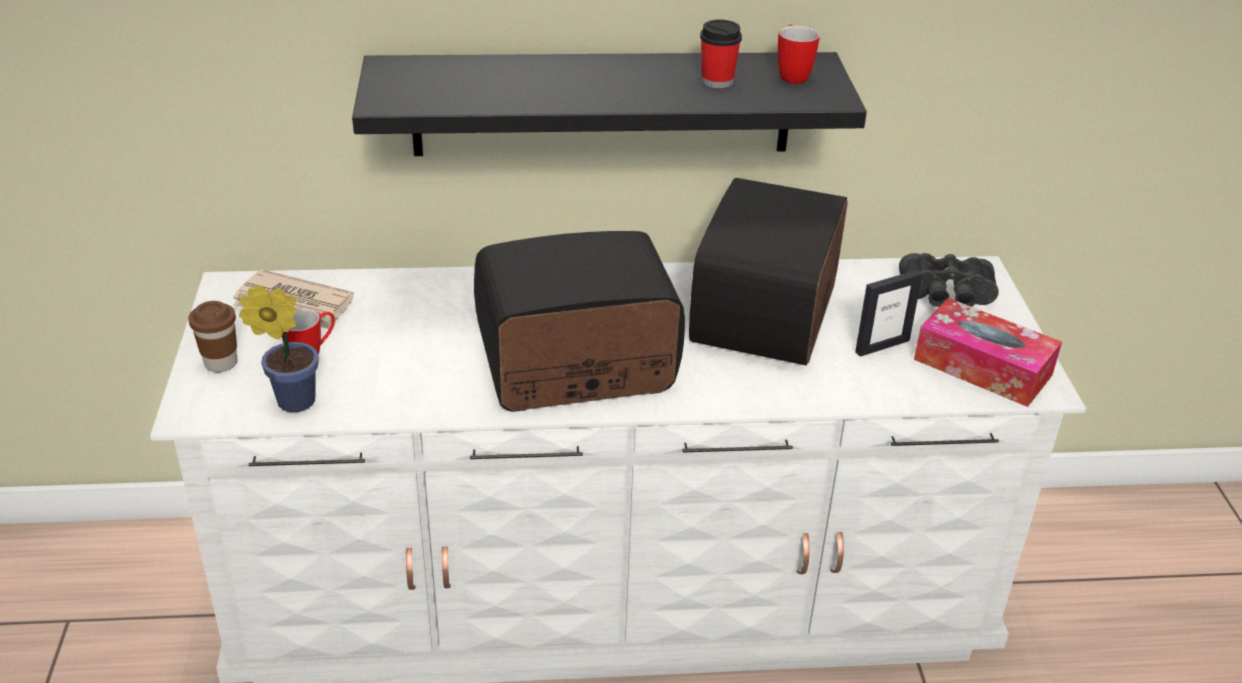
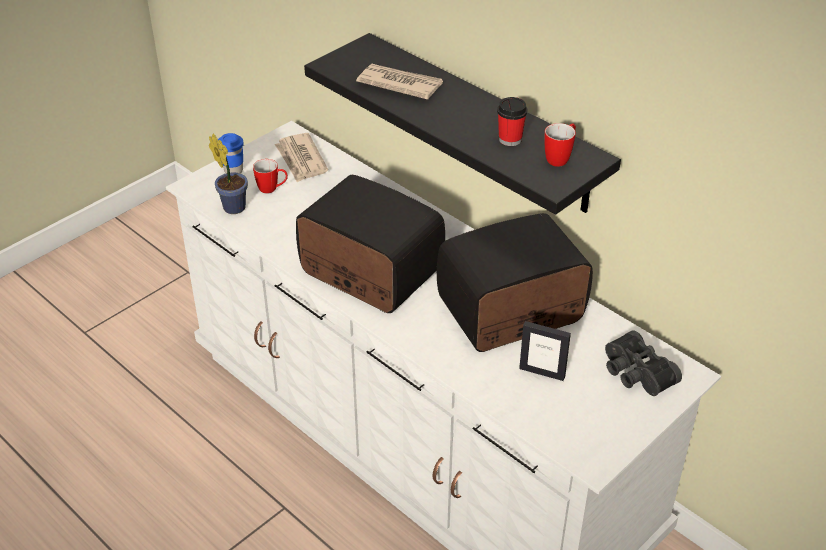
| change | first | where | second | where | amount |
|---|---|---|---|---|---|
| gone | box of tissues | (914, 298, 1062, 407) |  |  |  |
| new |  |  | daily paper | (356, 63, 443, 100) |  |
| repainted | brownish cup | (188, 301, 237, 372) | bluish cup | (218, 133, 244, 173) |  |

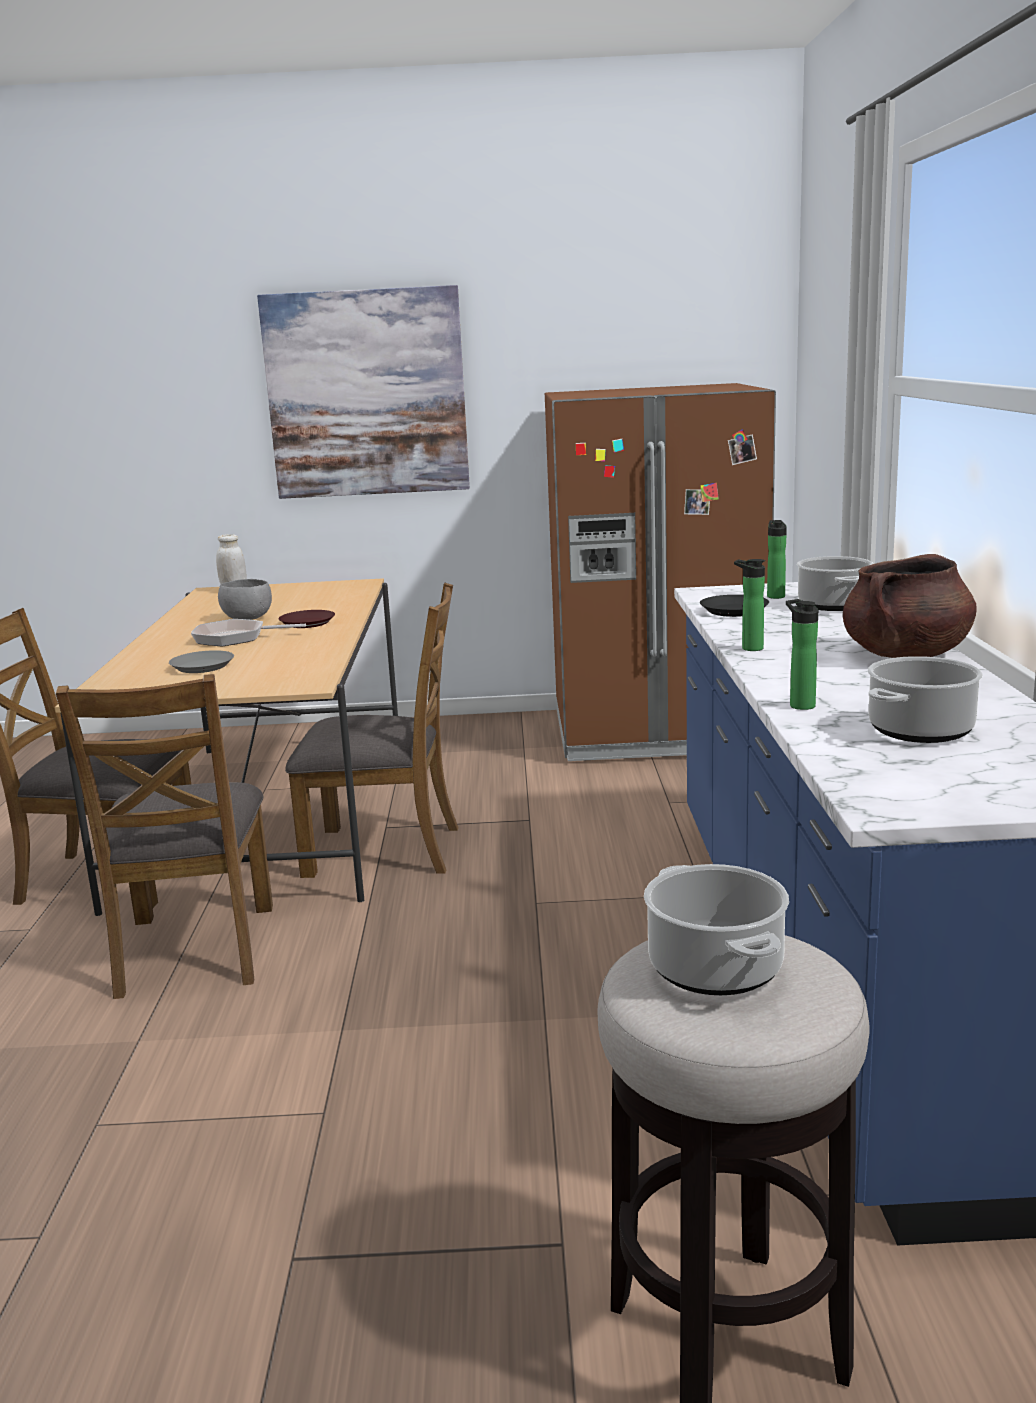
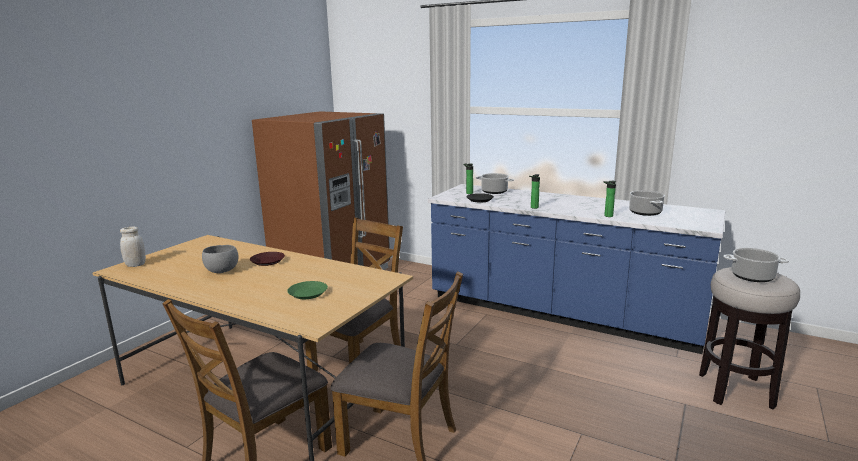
| change | first | where | second | where | amount |
|---|---|---|---|---|---|
| gone | frying pan | (191, 619, 306, 646) |  |  |  |
| gone | wall picture | (257, 285, 470, 499) |  |  |  |
| gone | brownish stockpot | (843, 554, 977, 658) |  |  |  |
| repainted | gray plate | (169, 650, 234, 673) | greenish plate | (287, 281, 328, 299) |  |

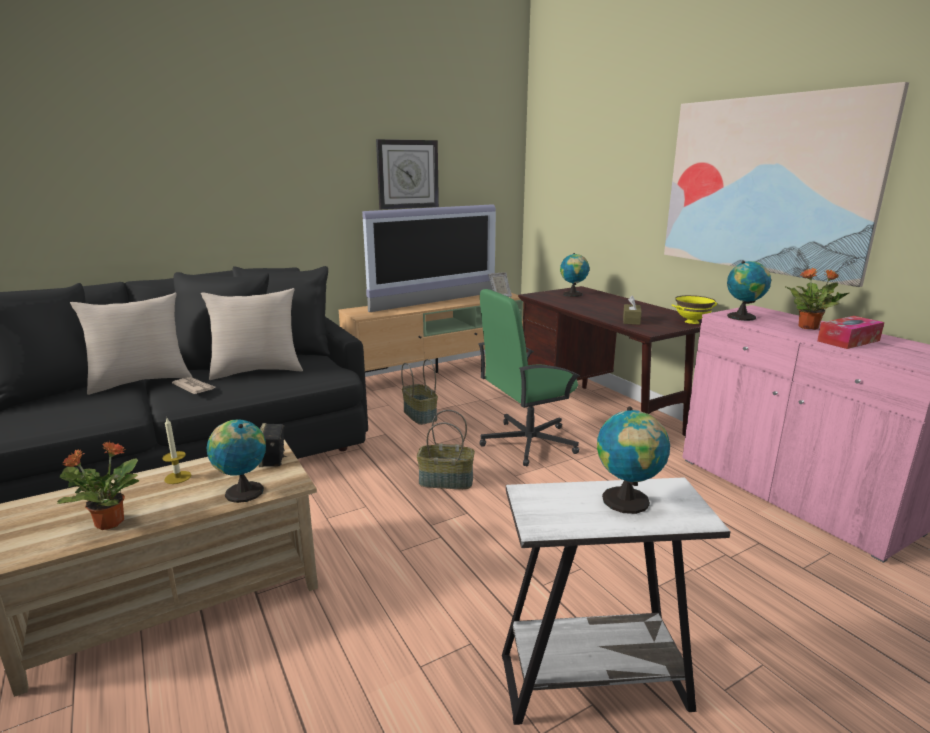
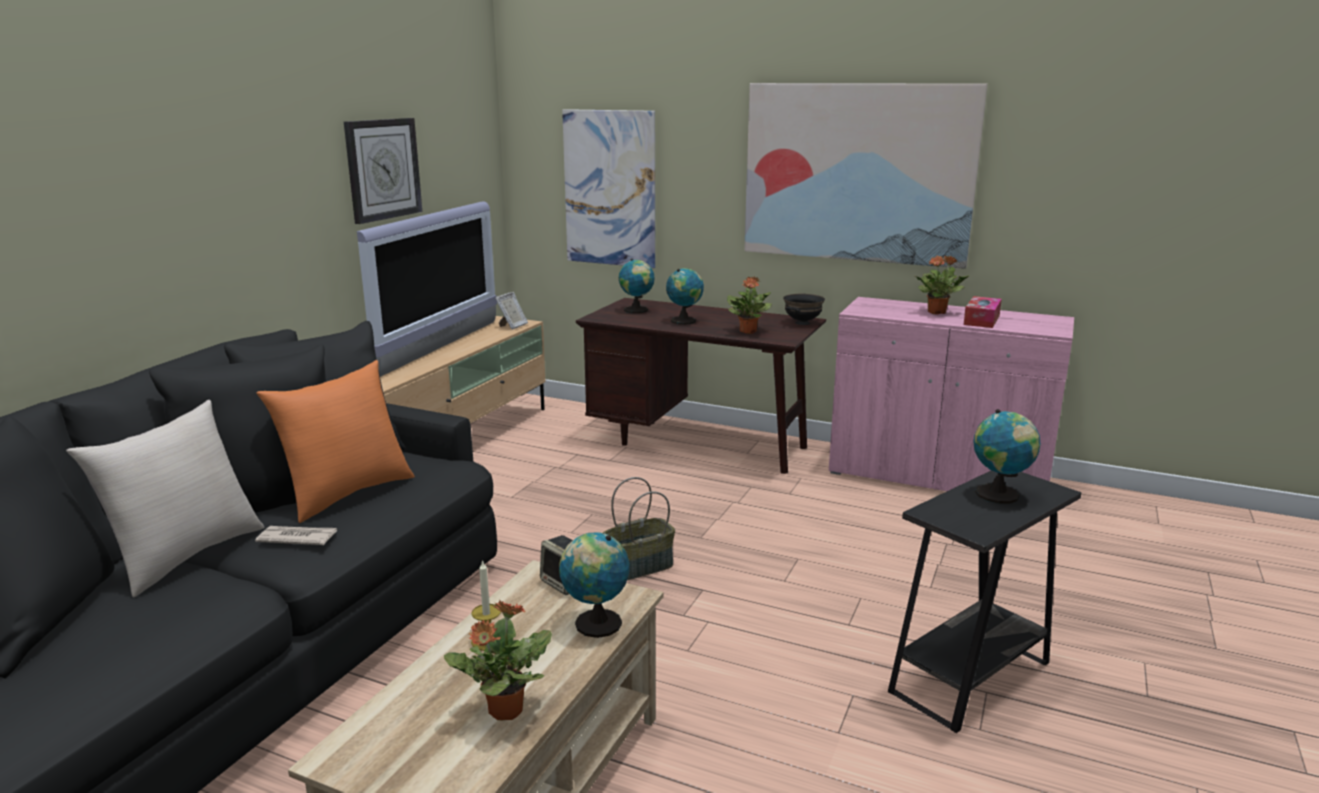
| change | first | where | second | where | amount |
|---|---|---|---|---|---|
| gone | household basket | (401, 359, 438, 425) |  |  |  |
| gone | greenish desk chair | (479, 289, 580, 467) |  |  |  |
| new |  |  | wall picture | (562, 109, 655, 268) |  |
| shifted | world globe | (727, 261, 771, 321) |  | (666, 268, 704, 325) |  |
| swapped | brownish box of tissues | (623, 295, 642, 325) | potted plant | (727, 276, 772, 334) |  |
| repainted | sand-coloured throw pillow | (201, 288, 303, 380) | orangey throw pillow | (256, 360, 415, 523) |  |
| repainted | white end table | (502, 478, 731, 725) | black end table | (888, 470, 1081, 733) |  |
| repainted | yellow bowl | (672, 295, 717, 324) | black bowl | (783, 294, 825, 325) |  |

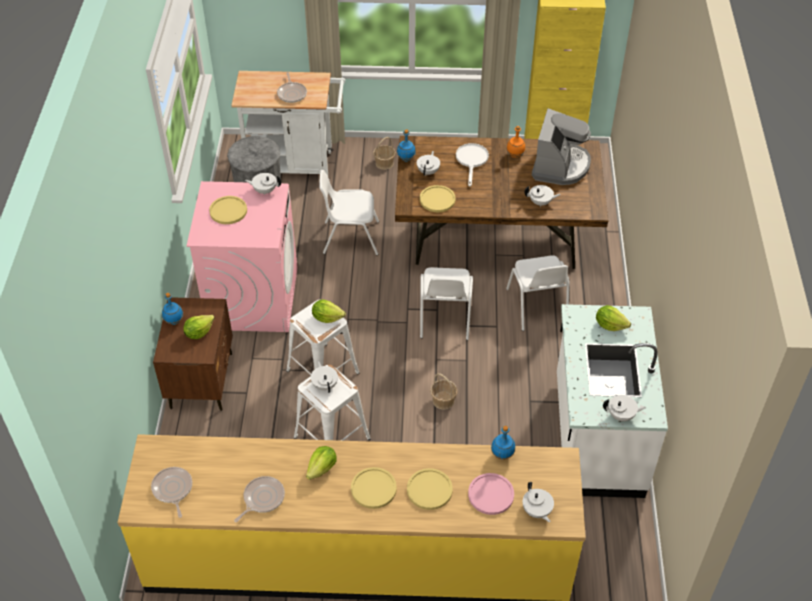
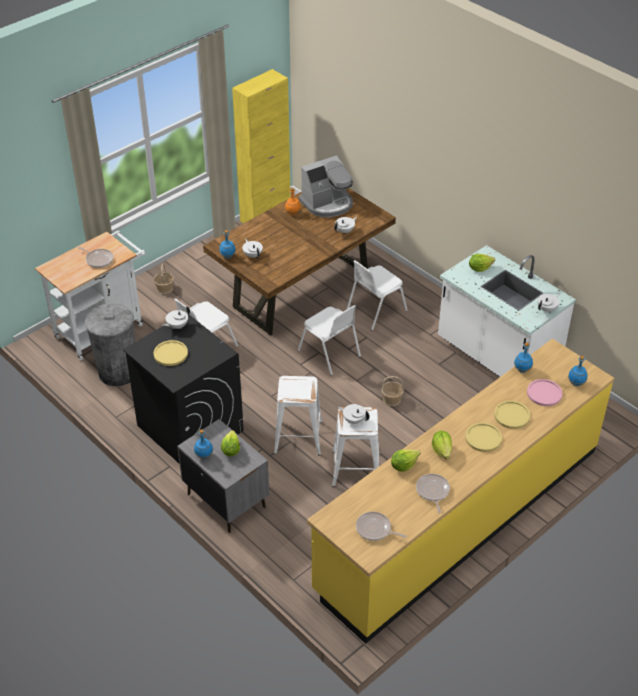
| change | first | where | second | where | amount |
|---|---|---|---|---|---|
| gone | yellow plate | (420, 185, 456, 212) |  |  |  |
| gone | white frying pan | (456, 143, 489, 187) |  |  |  |
| shifted | lettuce head | (312, 299, 346, 323) |  | (391, 449, 420, 472) |  |
| swapped | white teapot | (523, 482, 554, 522) | bluish beverage bottle | (568, 356, 588, 386) |  |
| repainted | brownish nightstand | (153, 297, 233, 411) | gray nightstand | (177, 419, 269, 533) |  |
| repainted | pinkish washing machine | (187, 181, 298, 332) | black washing machine | (123, 315, 244, 464) |  |
| rotated | white chair | (506, 255, 570, 331) |  | (346, 260, 407, 331) | 105 degrees clockwise |
| rotated | coffee maker | (532, 108, 591, 185) |  | (299, 155, 353, 217) | 90 degrees clockwise |

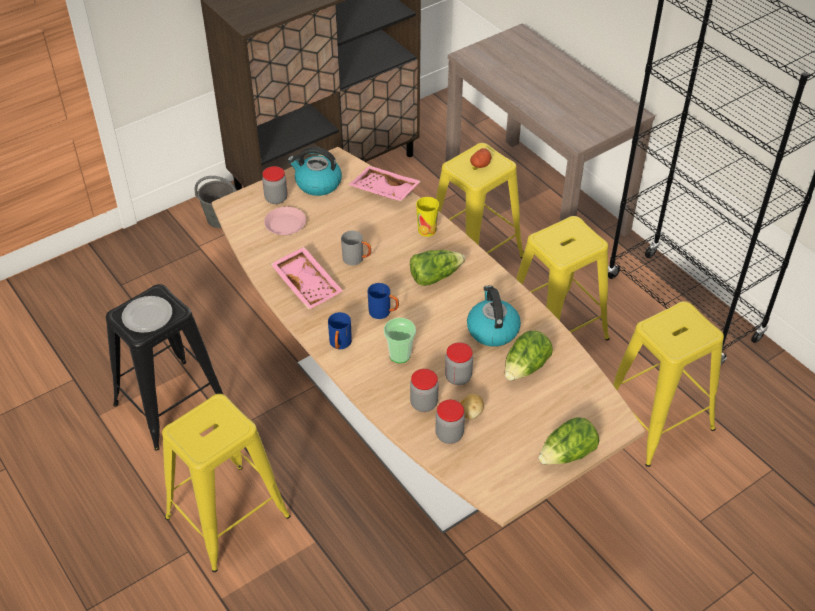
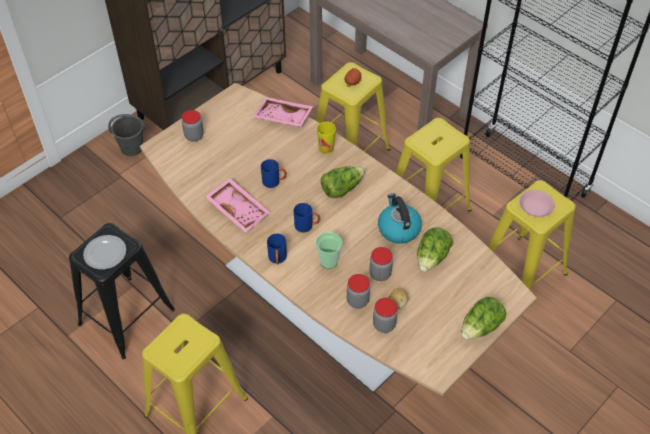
| change | first | where | second | where | amount |
|---|---|---|---|---|---|
| gone | kettle | (288, 147, 342, 196) |  |  |  |
| shifted | pinkish plate | (264, 207, 306, 235) |  | (519, 190, 555, 217) |  |
| repainted | gray tea mug | (341, 231, 371, 265) | bluish tea mug | (261, 159, 287, 188) |  |

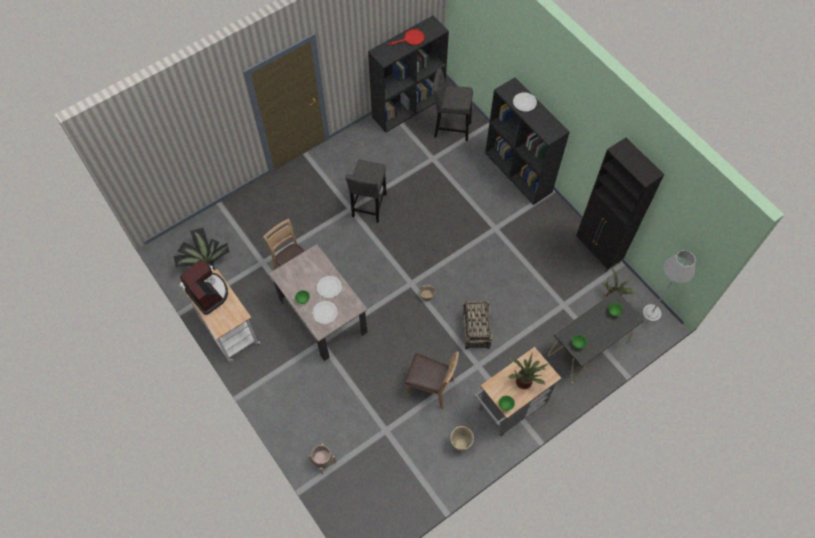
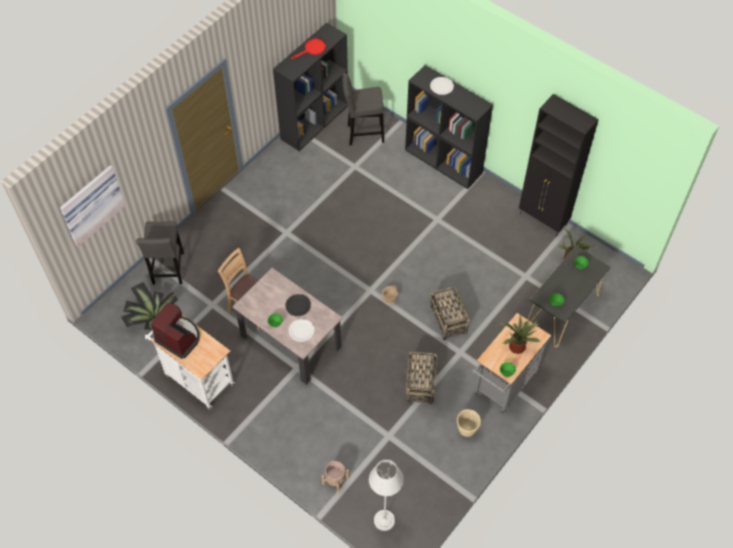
| change | first | where | second | where | amount |
|---|---|---|---|---|---|
| new |  |  | wall picture | (60, 165, 125, 247) |  |
| shifted | gray stool | (345, 159, 387, 223) |  | (136, 221, 184, 285) |  |
| shifted | gray standing lamp | (643, 250, 696, 322) |  | (369, 460, 404, 531) |  |
| swapped | brownish chair | (404, 351, 459, 409) | household basket | (405, 351, 437, 405) |  |
| repainted | white plate | (317, 276, 342, 298) | black plate | (285, 294, 311, 316) |  |

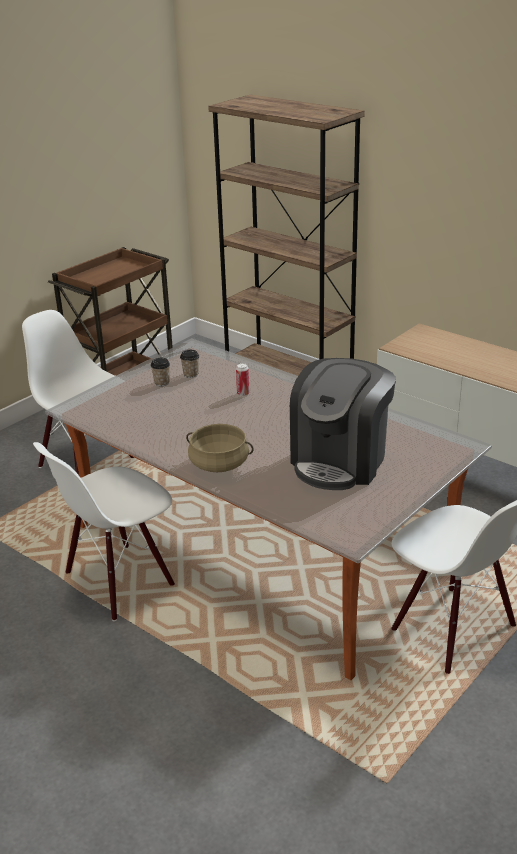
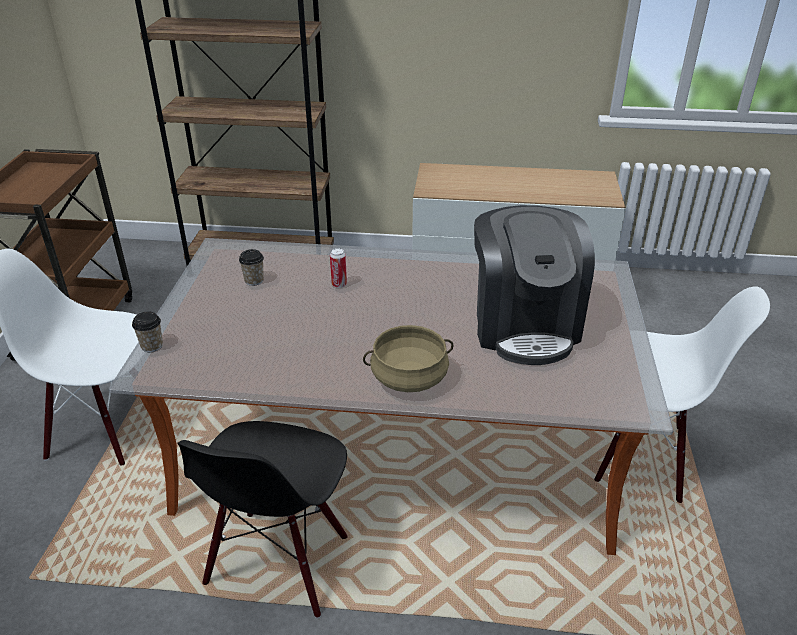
| change | first | where | second | where | amount |
|---|---|---|---|---|---|
| shifted | cup | (151, 358, 170, 387) |  | (132, 312, 163, 352) |  |
| repainted | white chair | (33, 442, 175, 621) | black chair | (177, 421, 348, 618) |  |

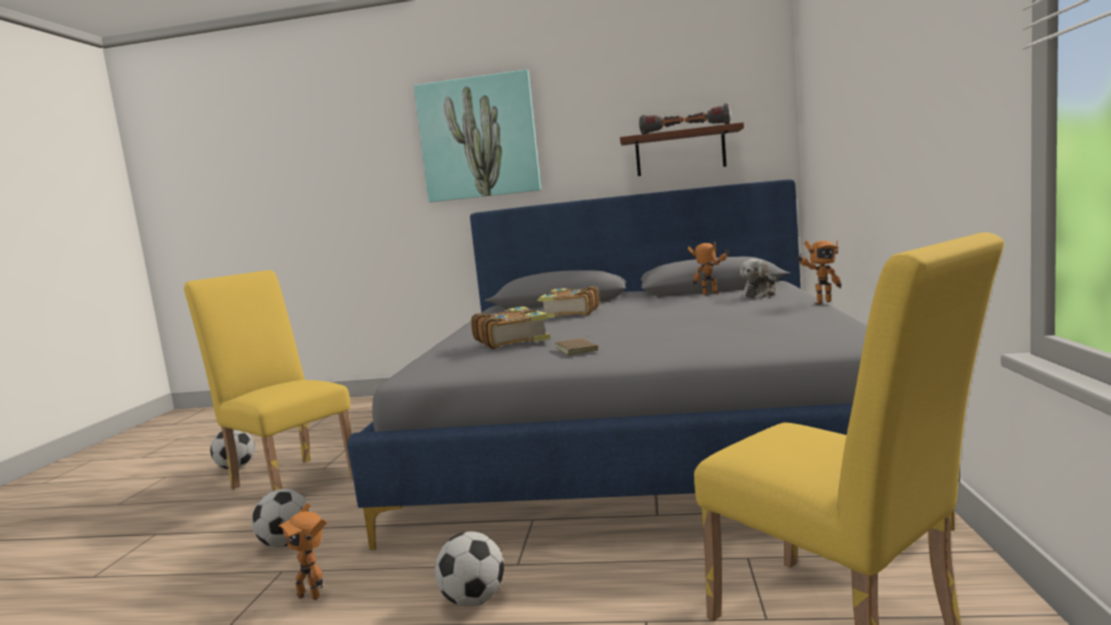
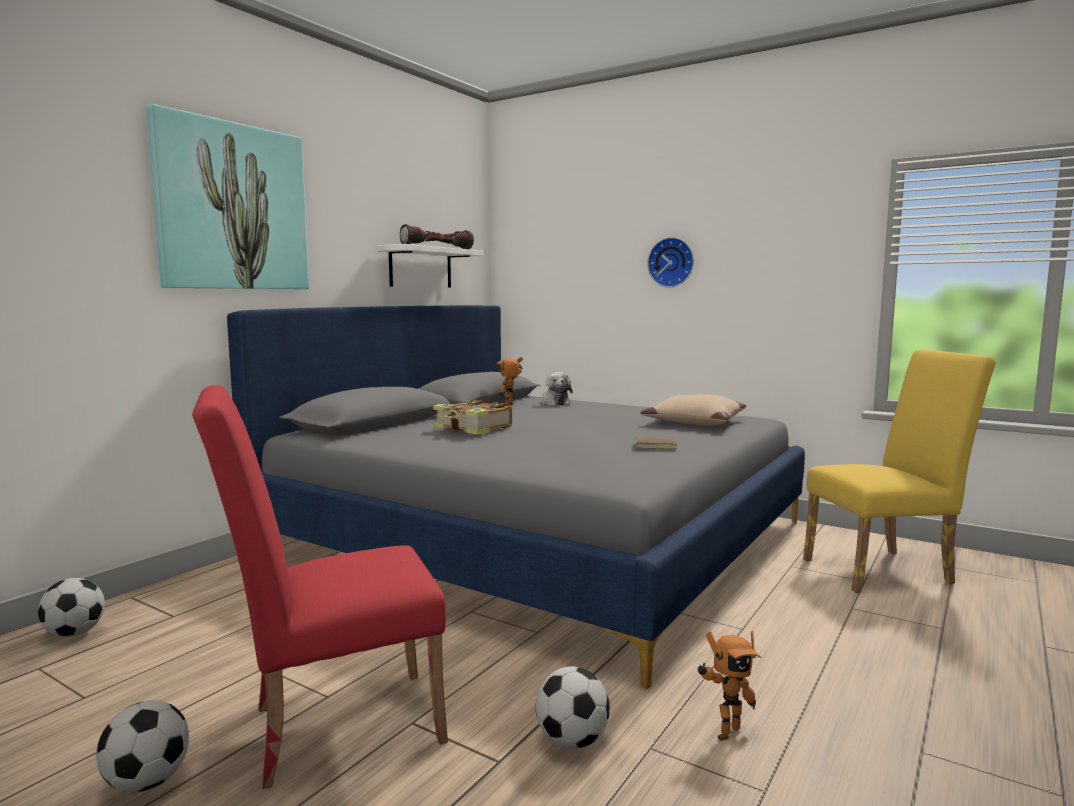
| change | first | where | second | where | amount |
|---|---|---|---|---|---|
| gone | bound book | (471, 306, 550, 349) |  |  |  |
| gone | model robot | (796, 240, 842, 305) |  |  |  |
| new |  |  | sand-coloured throw pillow | (640, 395, 746, 425) |  |
| new |  |  | wall clock | (647, 237, 694, 287) |  |
| shifted | ball for football | (435, 531, 504, 607) |  | (38, 578, 105, 637) |  |
| repainted | yellow chair | (184, 270, 353, 491) | reddish chair | (192, 385, 448, 789) |  |
| repainted | brownish bracket shelf | (620, 122, 744, 176) | white bracket shelf | (378, 244, 484, 288) |  |

